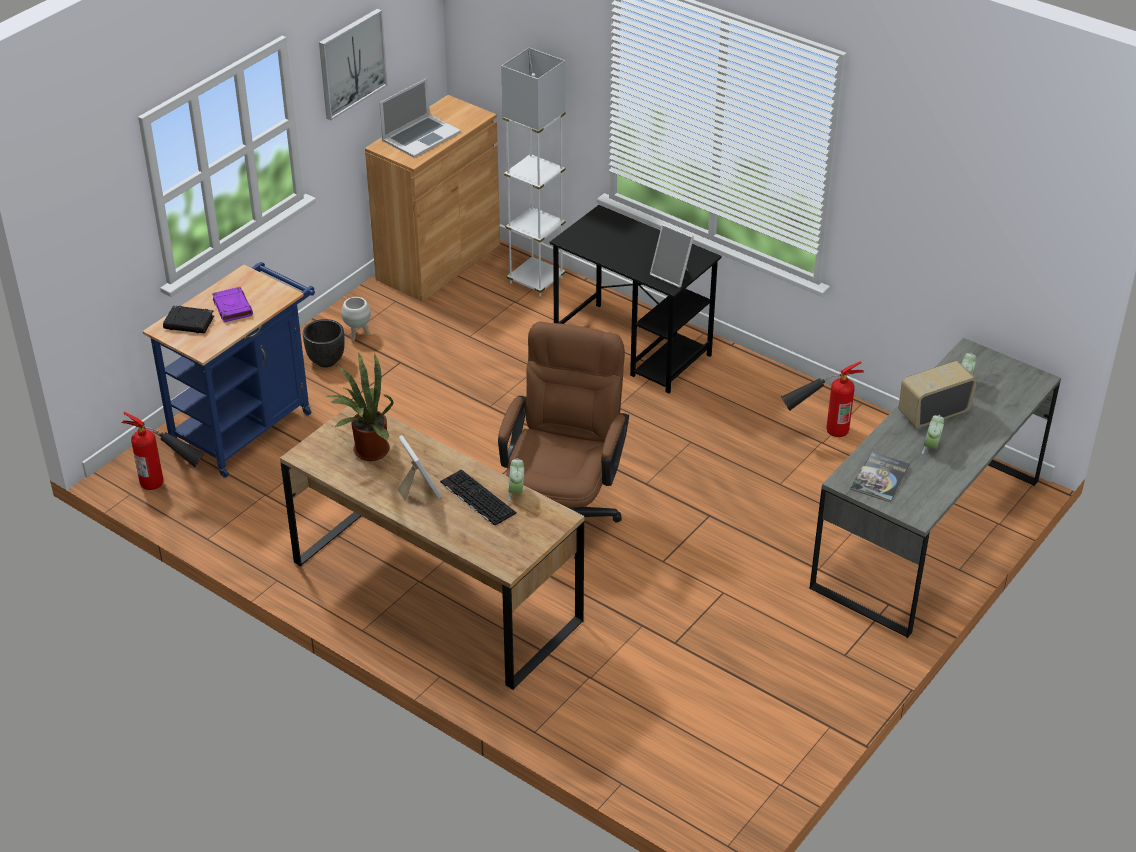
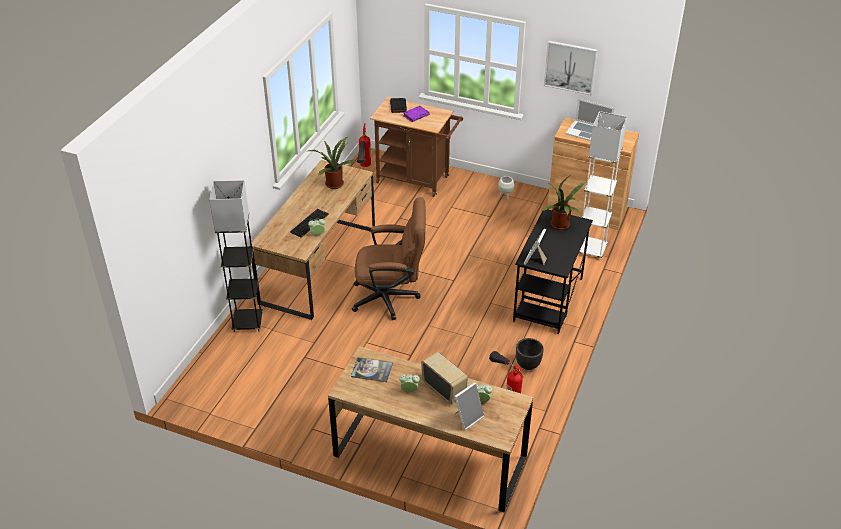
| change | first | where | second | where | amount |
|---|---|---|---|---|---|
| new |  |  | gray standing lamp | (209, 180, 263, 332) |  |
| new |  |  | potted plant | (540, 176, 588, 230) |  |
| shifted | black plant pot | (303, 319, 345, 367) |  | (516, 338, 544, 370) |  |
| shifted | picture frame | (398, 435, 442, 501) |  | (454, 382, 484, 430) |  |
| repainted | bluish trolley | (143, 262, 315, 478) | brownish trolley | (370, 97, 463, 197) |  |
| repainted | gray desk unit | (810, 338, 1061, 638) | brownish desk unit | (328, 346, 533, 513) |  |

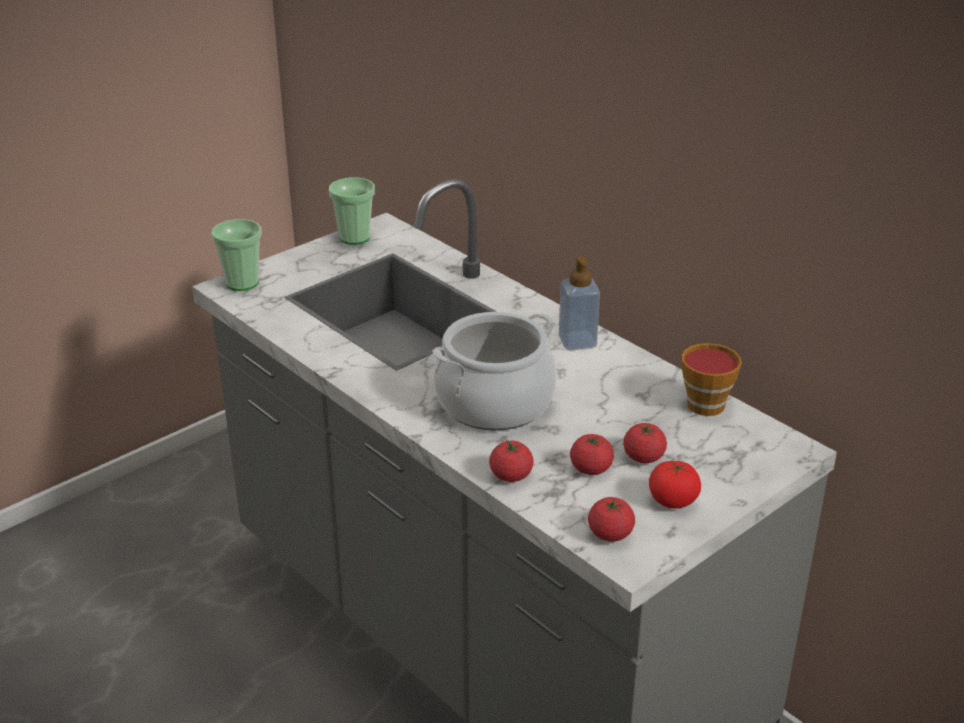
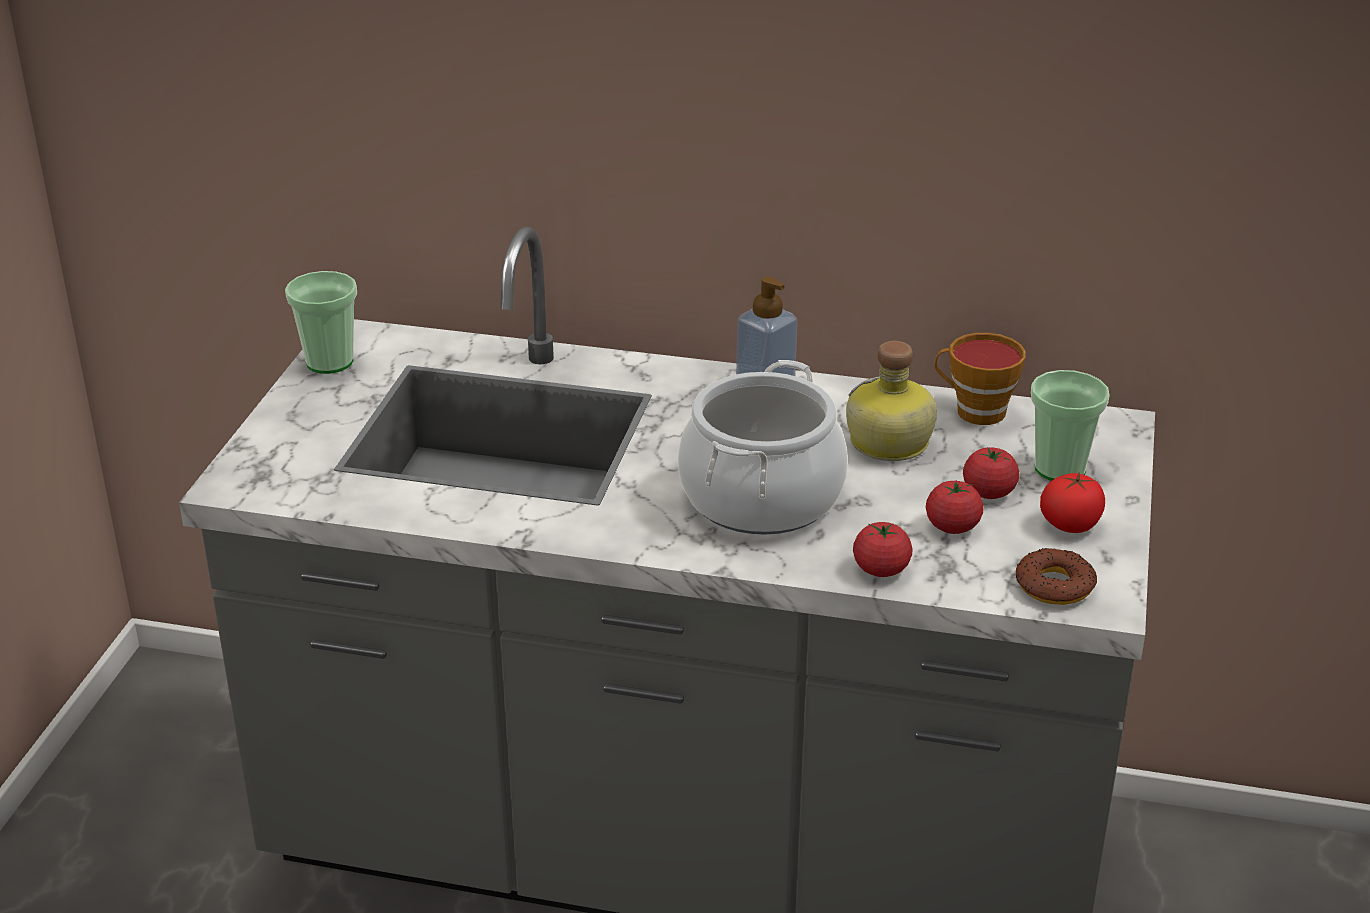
| change | first | where | second | where | amount |
|---|---|---|---|---|---|
| new |  |  | beverage bottle | (846, 341, 937, 461) |  |
| shifted | cup | (211, 219, 262, 291) |  | (1031, 370, 1110, 481) |  |
| swapped | whole tomato | (588, 497, 635, 542) | donut | (1016, 548, 1097, 605) |  |

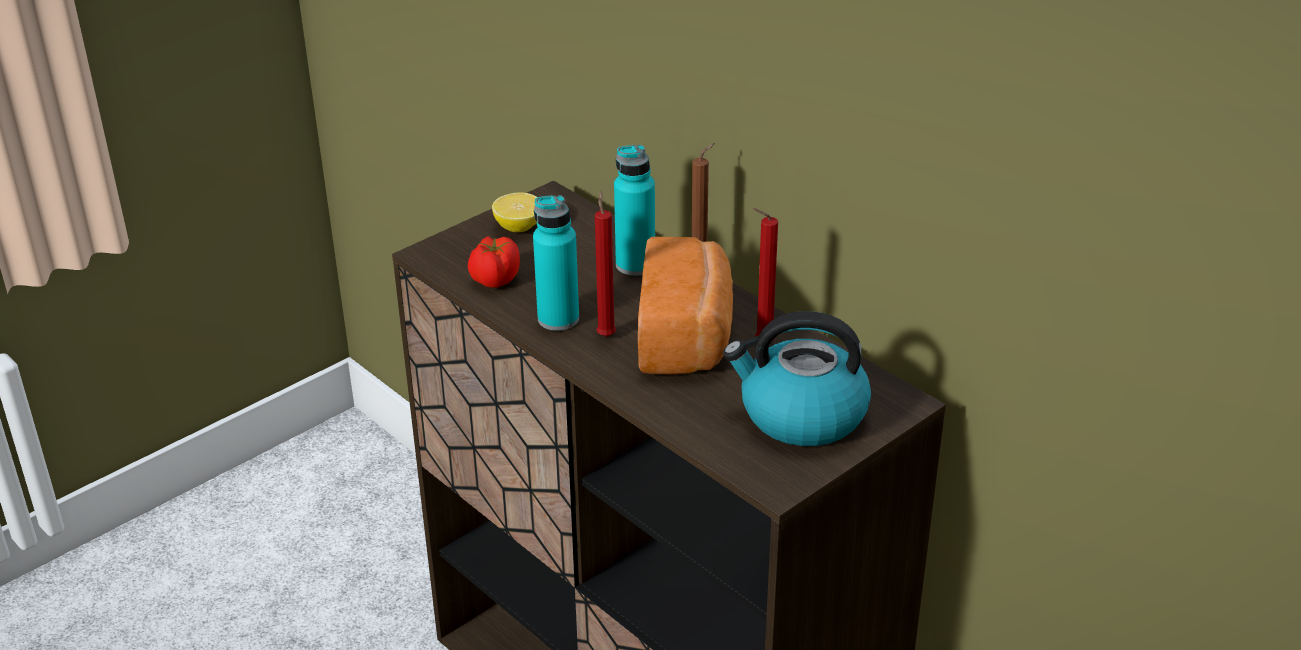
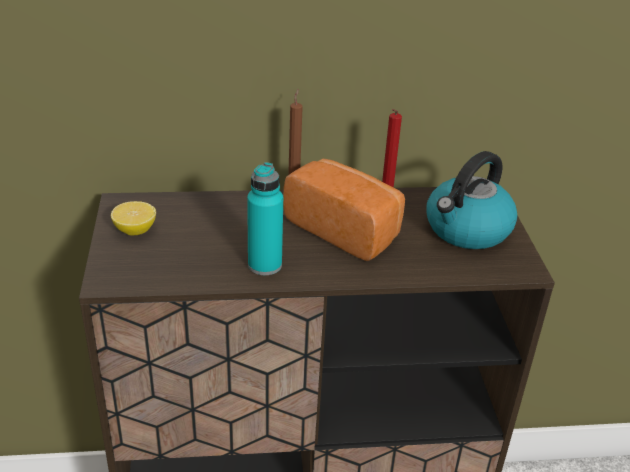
| change | first | where | second | where | amount |
|---|---|---|---|---|---|
| gone | whole tomato | (468, 236, 520, 288) |  |  |  |
| gone | reddish candle | (595, 191, 616, 337) |  |  |  |
| gone | turquoise-coloured beverage bottle | (614, 145, 655, 276) |  |  |  |

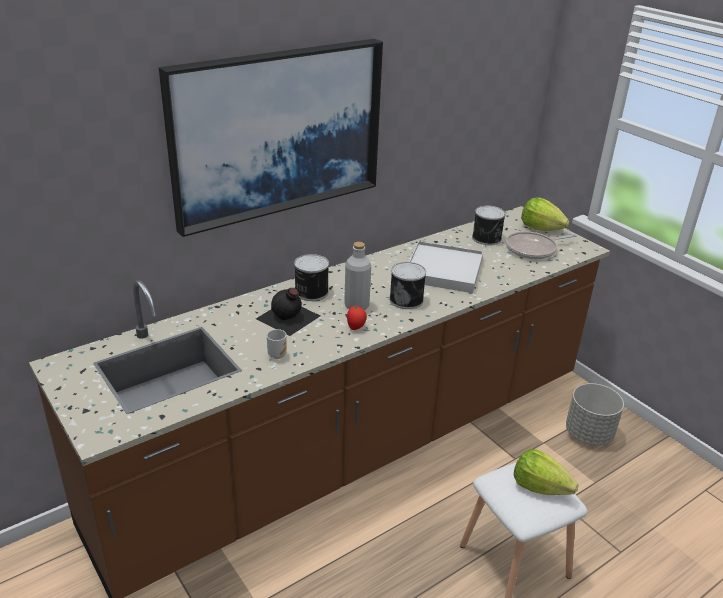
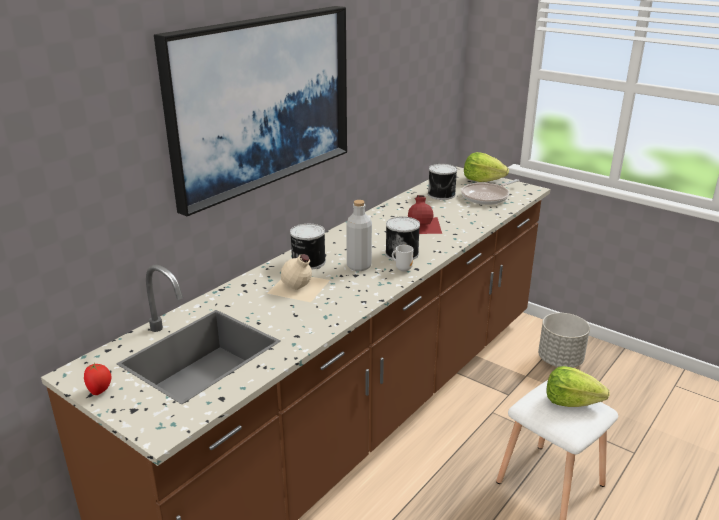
| change | first | where | second | where | amount |
|---|---|---|---|---|---|
| shifted | tea mug | (267, 329, 287, 359) |  | (392, 245, 414, 272) |  |
| shifted | whole tomato | (347, 306, 367, 330) |  | (84, 363, 111, 395) |  |
| swapped | white serving tray | (409, 241, 483, 293) | reddish beverage bottle | (408, 195, 442, 234) |  |
| repainted | black beverage bottle | (256, 288, 320, 336) | sand-coloured beverage bottle | (267, 254, 330, 302) |  |

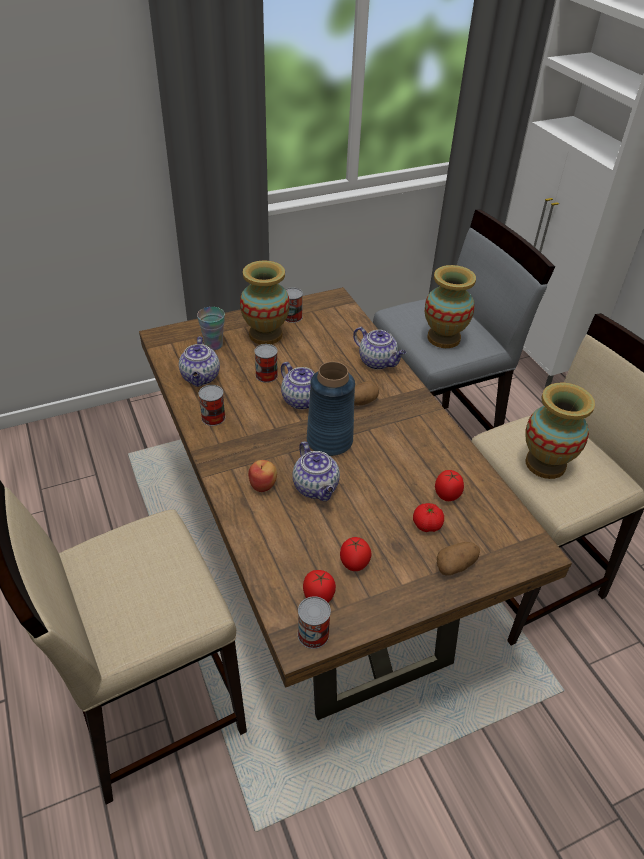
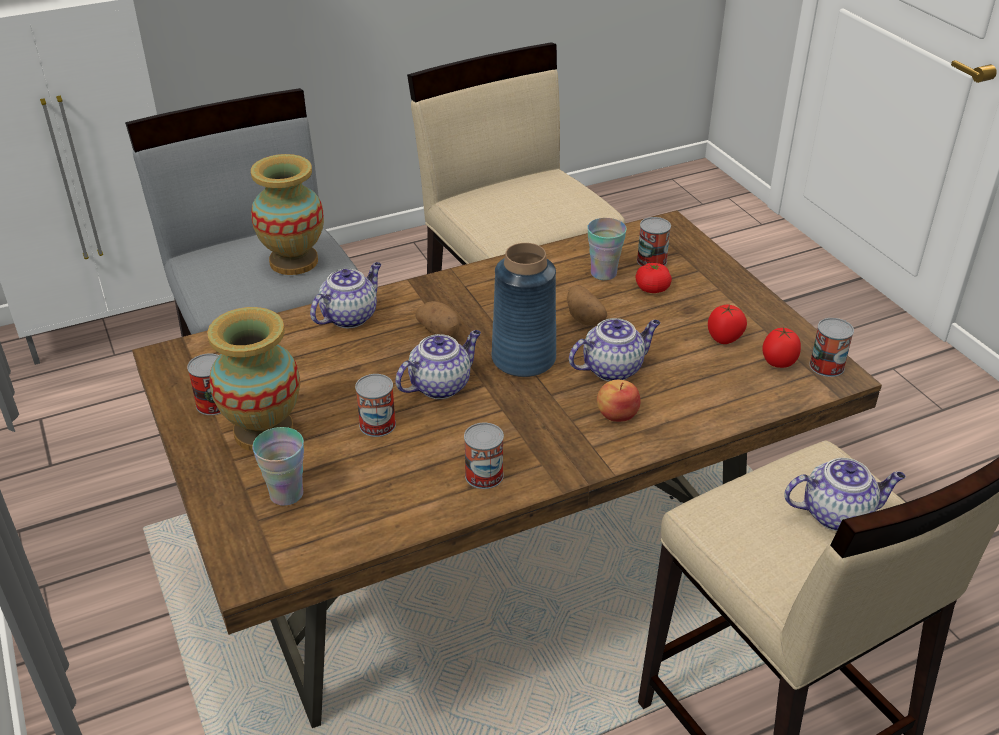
| change | first | where | second | where | amount |
|---|---|---|---|---|---|
| gone | flower vase | (525, 382, 595, 479) |  |  |  |
| new |  |  | sealed can | (637, 217, 671, 266) |  |
| shifted | teapot | (179, 337, 220, 387) |  | (784, 458, 906, 531) |  |
| shifted | potato | (437, 542, 480, 575) |  | (567, 285, 607, 326) |  |
| swapped | whole tomato | (435, 470, 464, 501) | cup | (587, 218, 627, 280) |  |

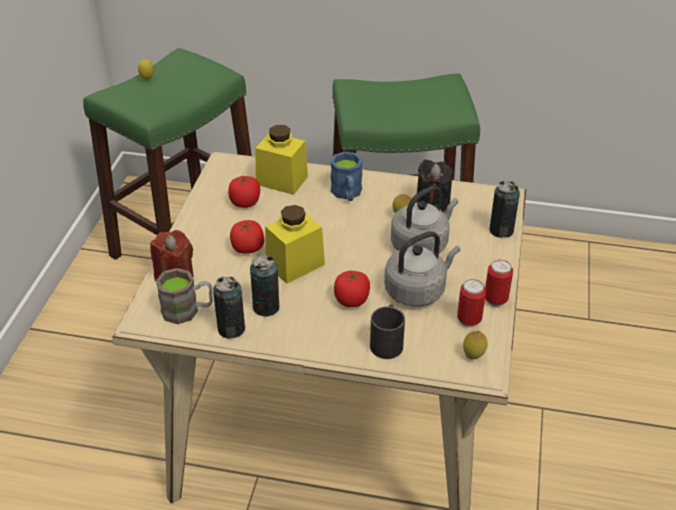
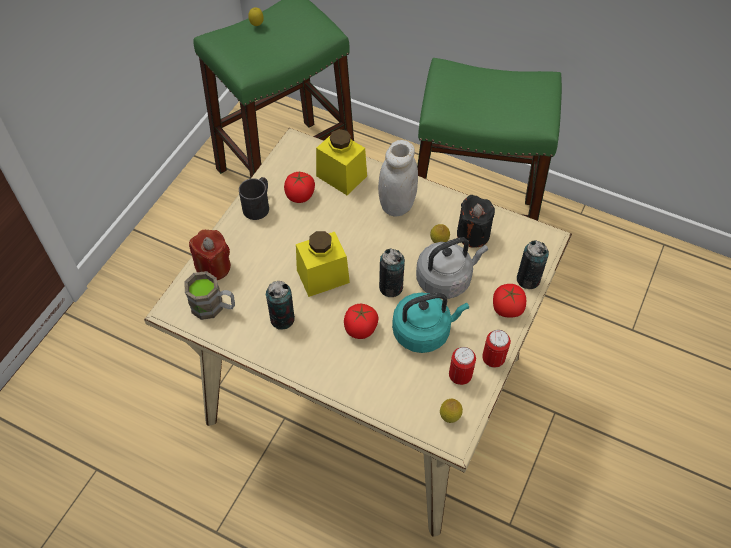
| change | first | where | second | where | amount |
|---|---|---|---|---|---|
| shifted | sealed can | (213, 277, 245, 339) |  | (379, 248, 405, 297) |  |
| shifted | whole tomato | (230, 220, 264, 254) |  | (493, 284, 526, 318) |  |
| shifted | black tea mug | (370, 305, 405, 359) |  | (239, 177, 269, 220) |  |
| swapped | bluish tea mug | (330, 151, 363, 201) | white storage jar | (378, 140, 418, 217) |  |
| repainted | gray kettle | (384, 231, 460, 307) | turquoise-coloured kettle | (392, 293, 469, 353) |  |

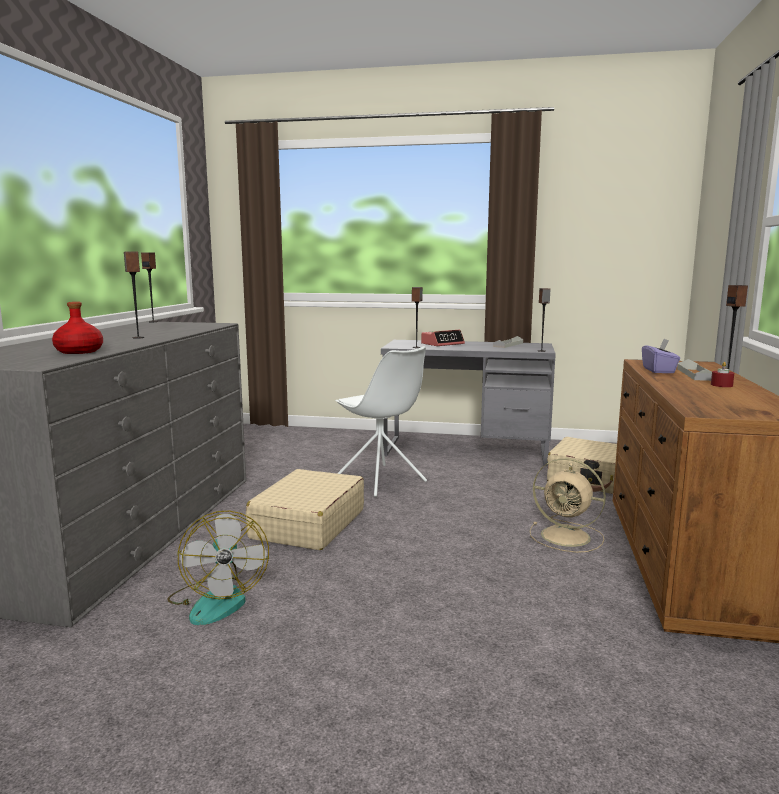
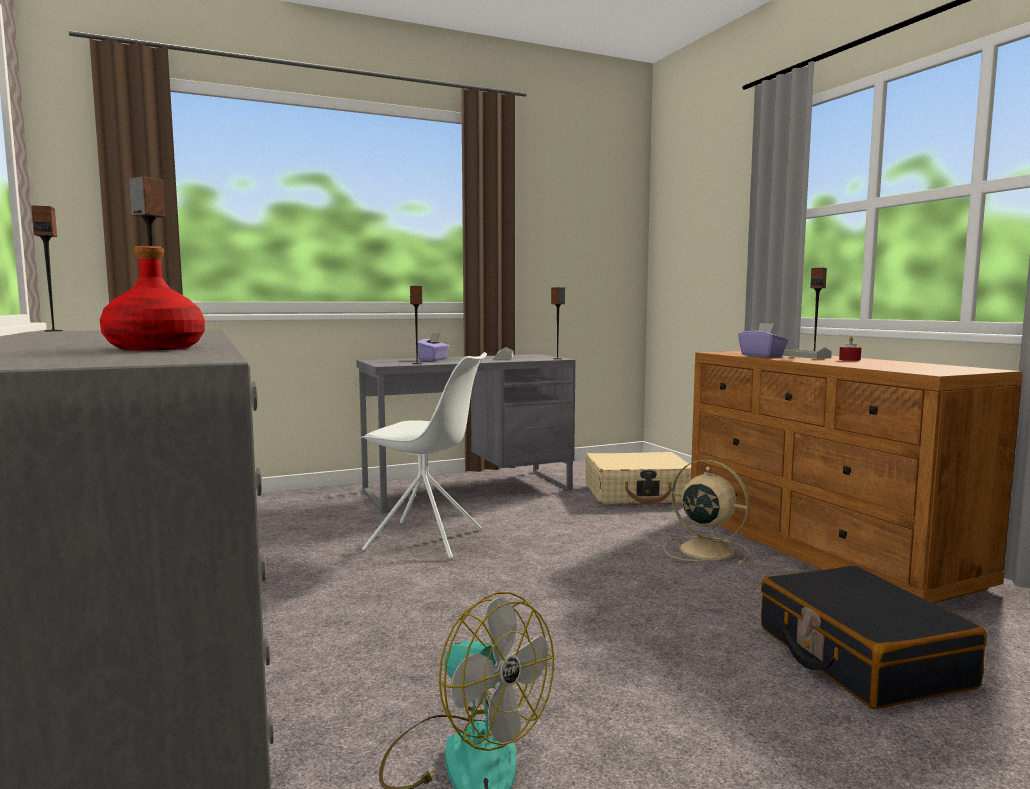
| change | first | where | second | where | amount |
|---|---|---|---|---|---|
| gone | sand-coloured suitcase | (246, 469, 364, 550) |  |  |  |
| new |  |  | black suitcase | (761, 565, 987, 709) |  |
| swapped | bedside clock | (421, 330, 465, 346) | purplish box of tissues | (418, 333, 450, 361) |  |
| rotated | sand-coloured fan | (530, 458, 606, 553) |  | (663, 460, 750, 565) | 135 degrees counterclockwise |

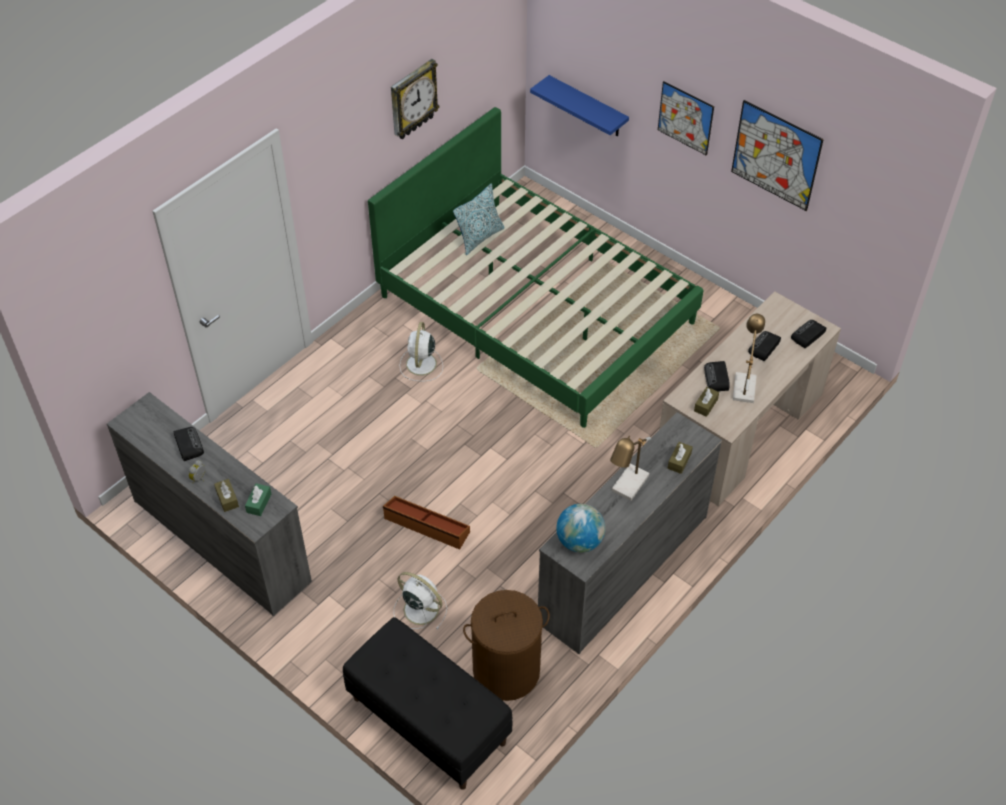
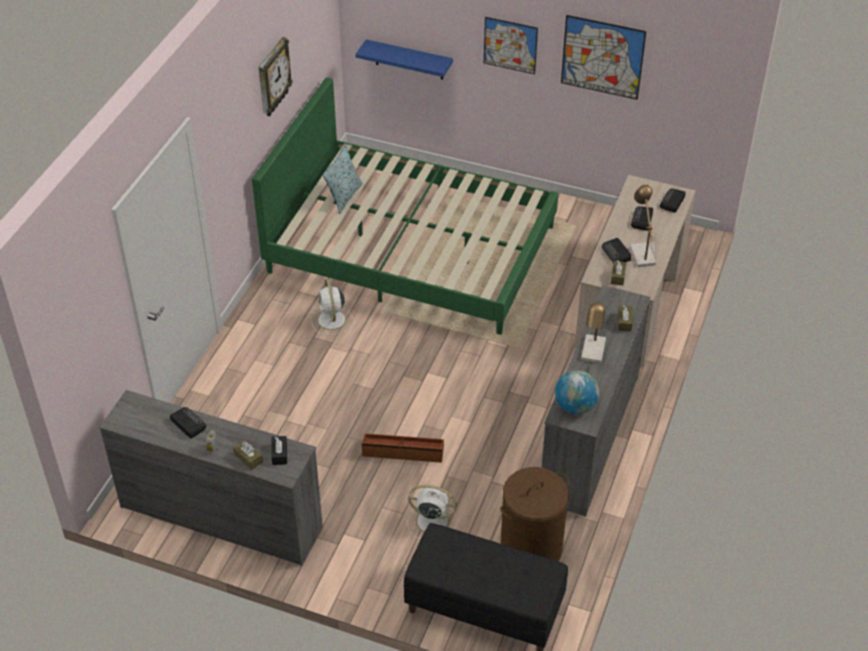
| change | first | where | second | where | amount |
|---|---|---|---|---|---|
| repainted | greenish box of tissues | (245, 483, 271, 516) | black box of tissues | (271, 436, 287, 465) |  |

